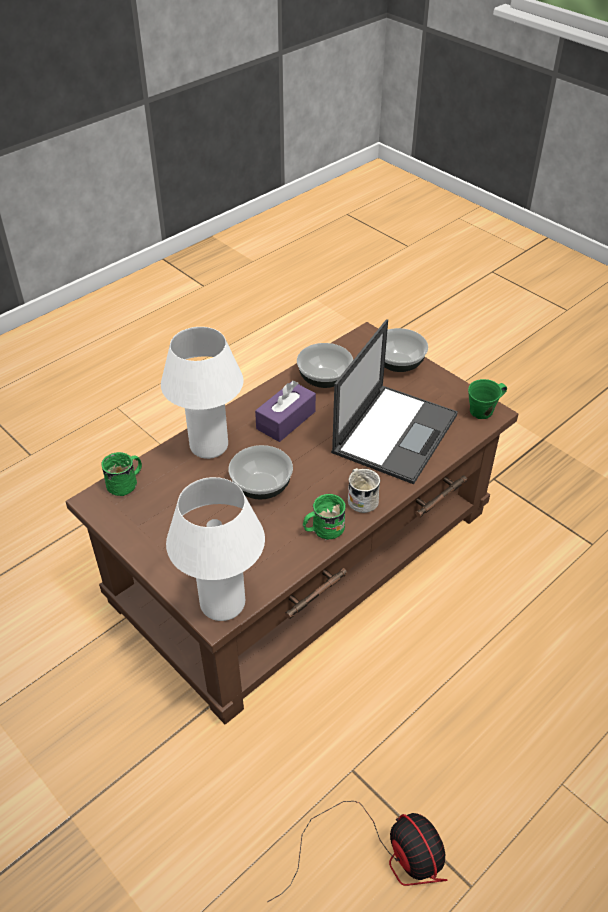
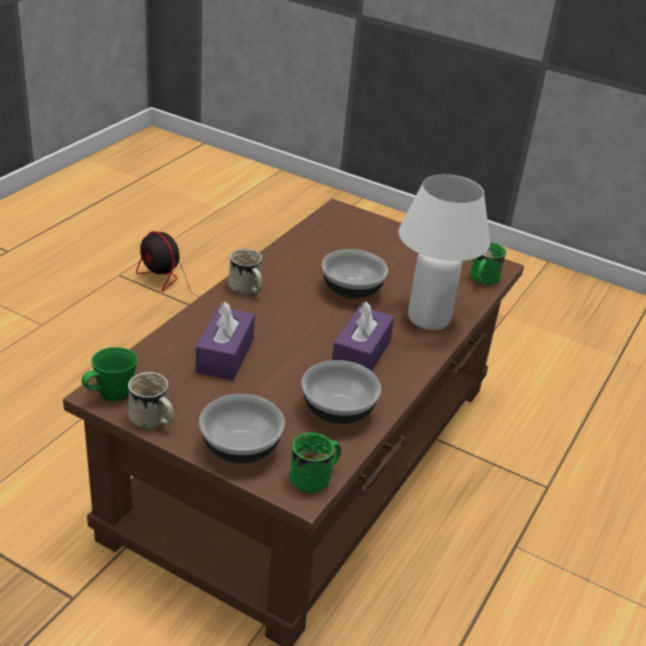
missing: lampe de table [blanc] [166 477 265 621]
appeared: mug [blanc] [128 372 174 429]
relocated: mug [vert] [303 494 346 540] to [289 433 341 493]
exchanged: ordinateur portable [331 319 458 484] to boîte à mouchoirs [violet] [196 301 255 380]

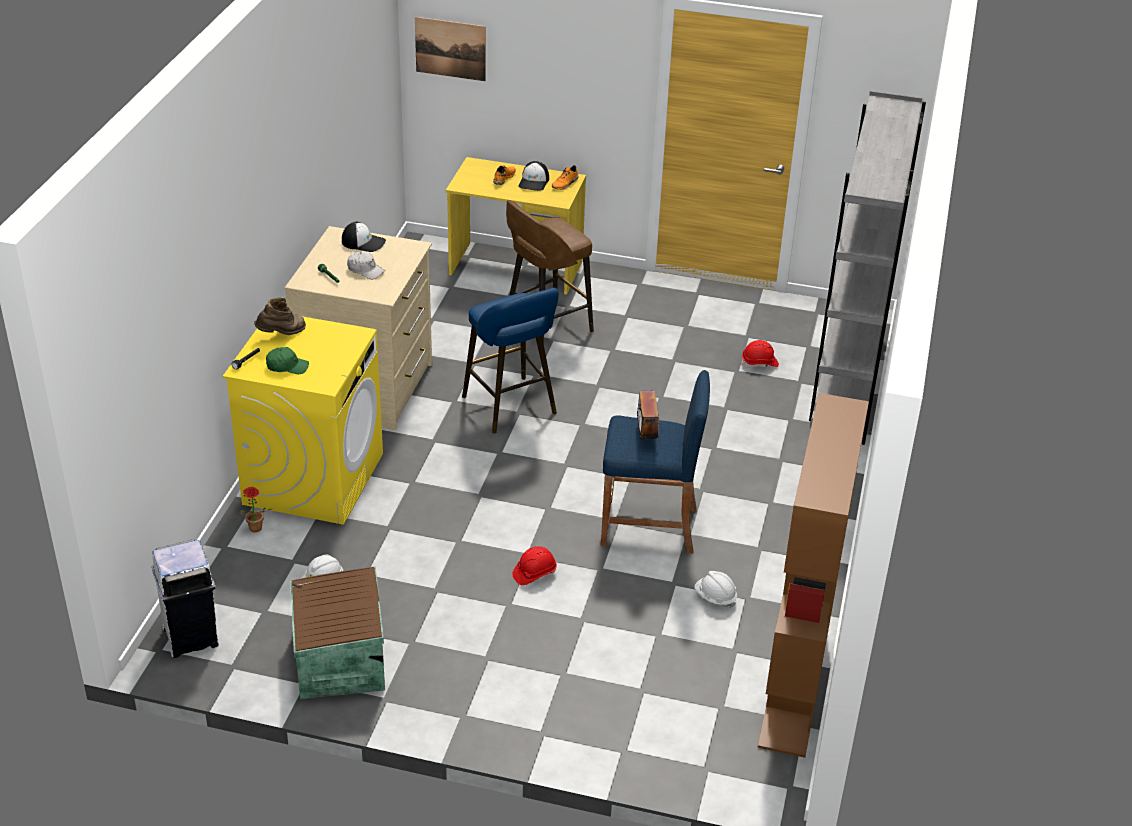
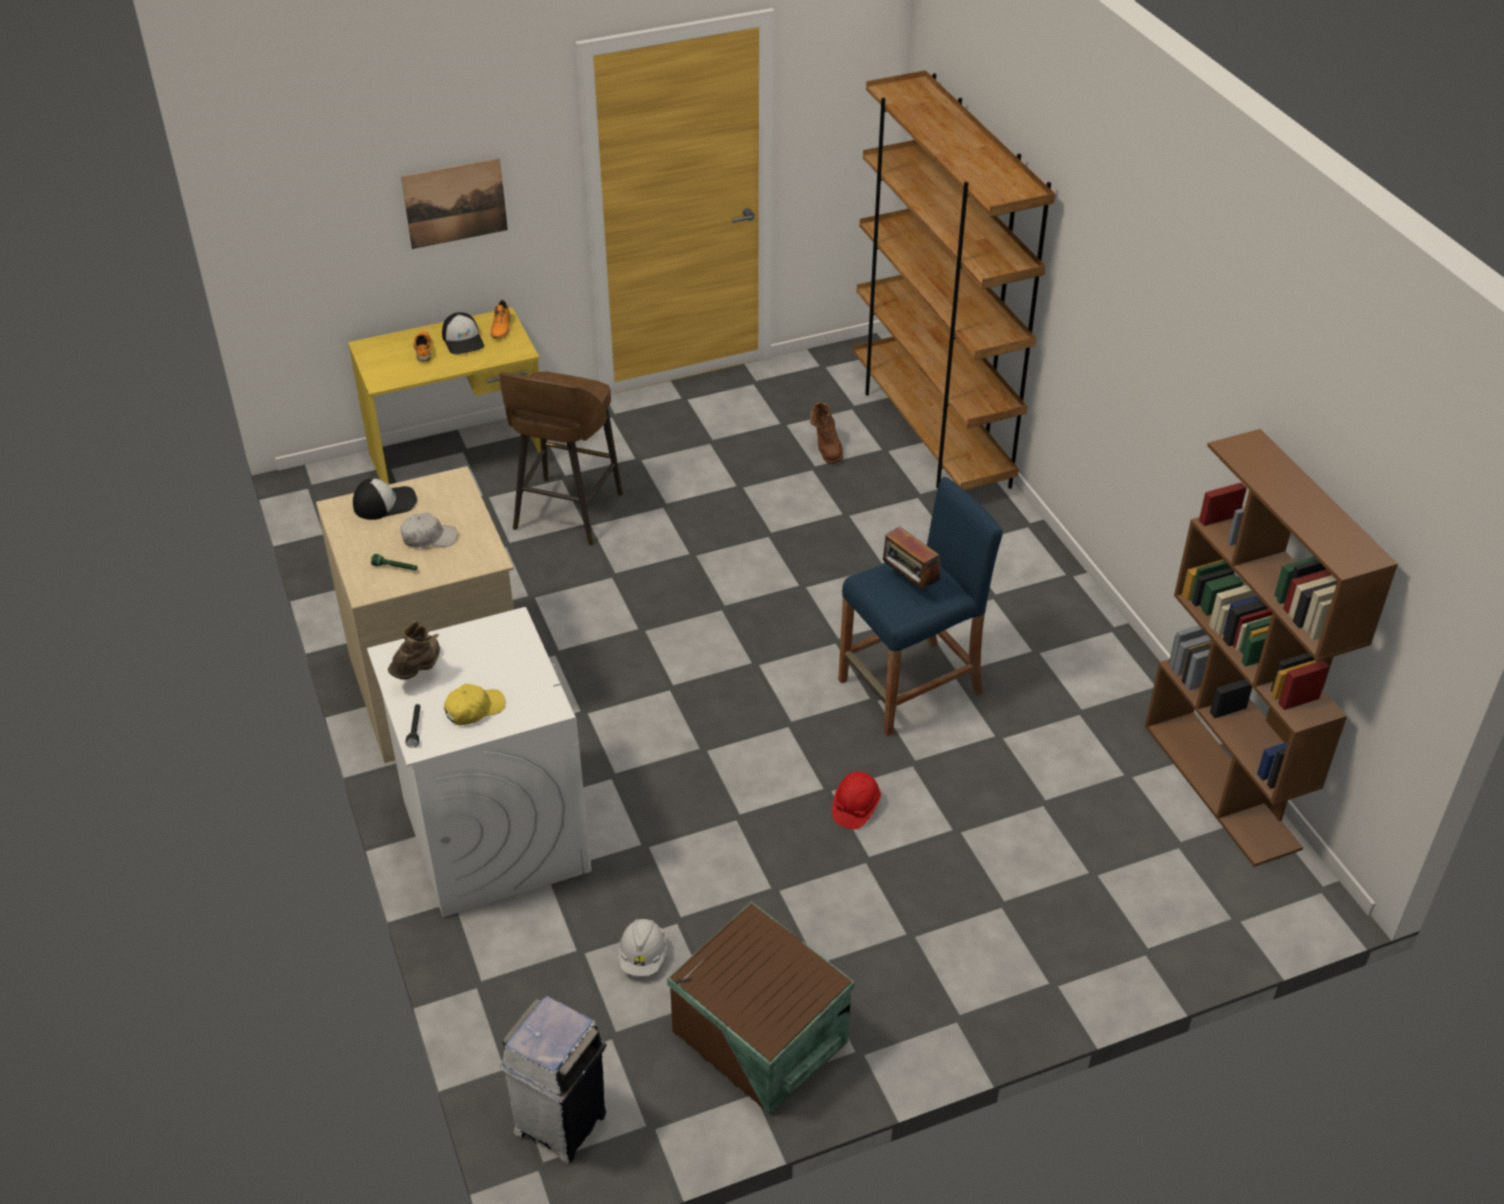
missing: plante en pot [238 487 271 532]; tabouret [bleu] [462 288 559 434]; casque de chantier [blanc] [694 571 737 608]
relocated: tableau [415 17 486 81] to [401 158 508 249]
exchanged: casque de chantier [rouge] [741 340 779 368] to botte [marron] [810 401 843 464]
colour: lave-linge [jaune] [223 316 383 525] to lave-linge [blanc] [367 607 591 917]; casquette [vert] [266 347 309 374] to casquette [jaune] [444 684 506 725]; bibliothèque [gris] [809 91 926 445] to bibliothèque [marron] [854 70 1055 490]

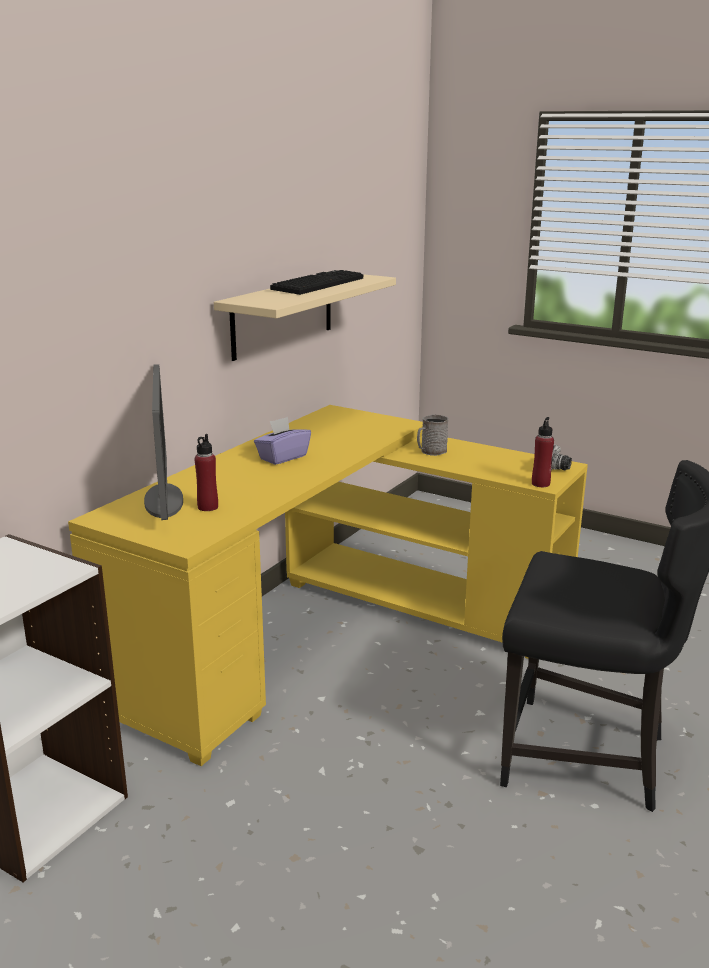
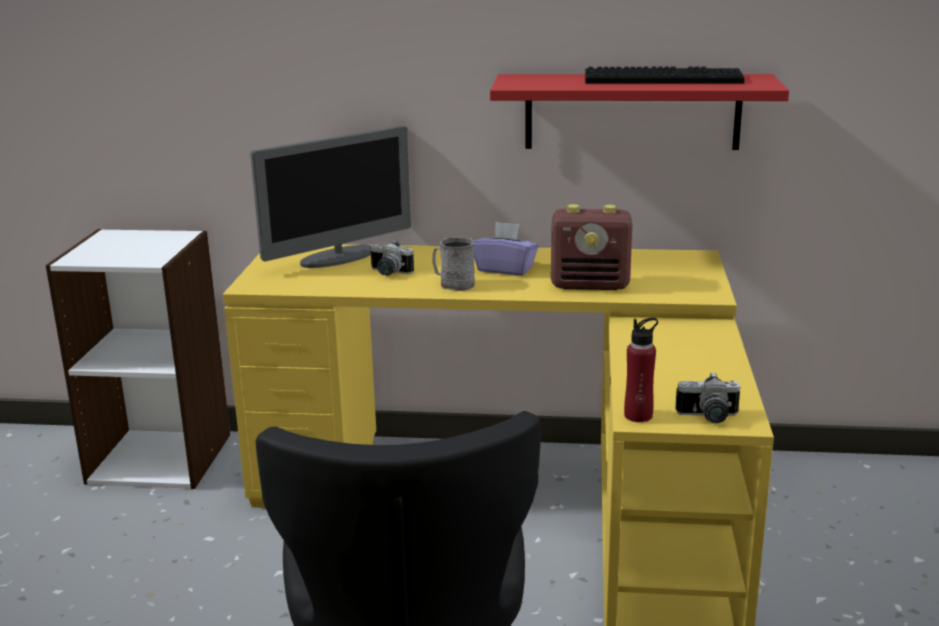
missing: bouteille [rouge] [194 434 218 511]
appeared: appareil photo [370 240 414 276]; radio [551 204 632 290]
relocated: mug [gris] [417 414 449 456] to [432 237 475 291]
colour: étagère [beige] [214 274 396 361] to étagère [rouge] [490 74 789 150]

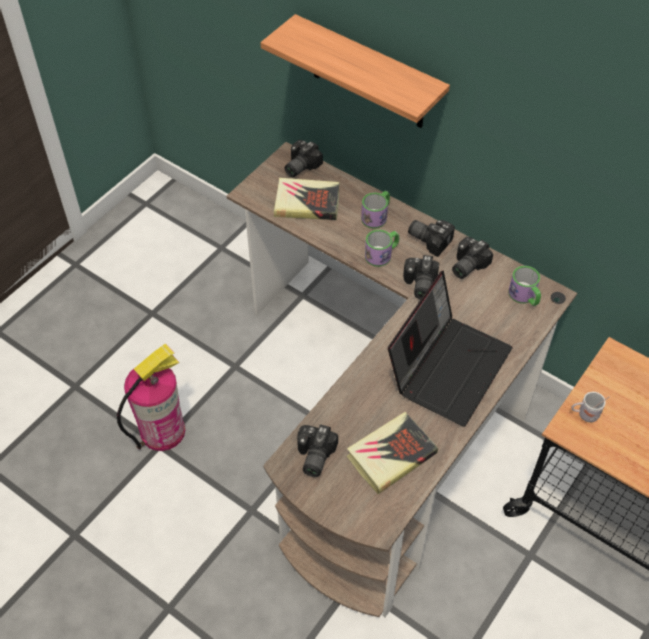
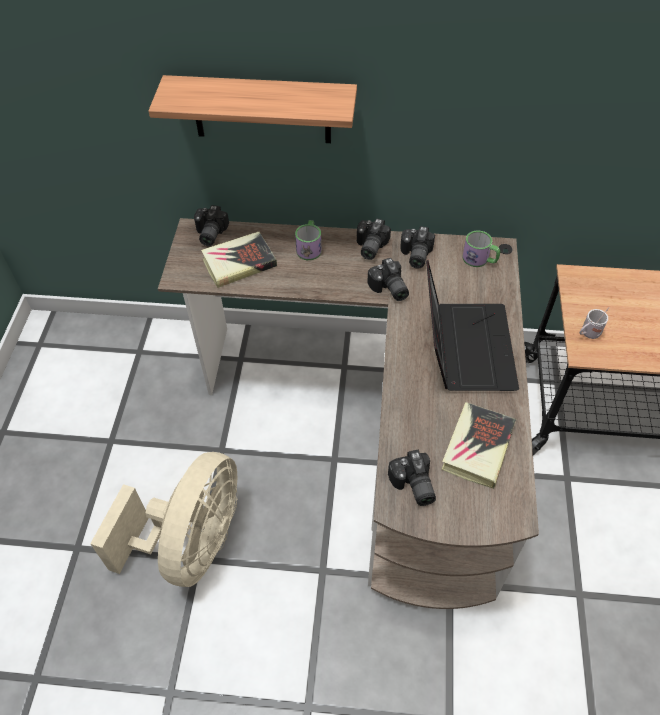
missing: mug [365 230 399 267]
exchanged: extincteur [117 344 185 451] to ventilateur [beige] [90 452 237 587]
spun: appareil photo [408 220 455 257] = [357 219 391 260] 75 degrees counterclockwise

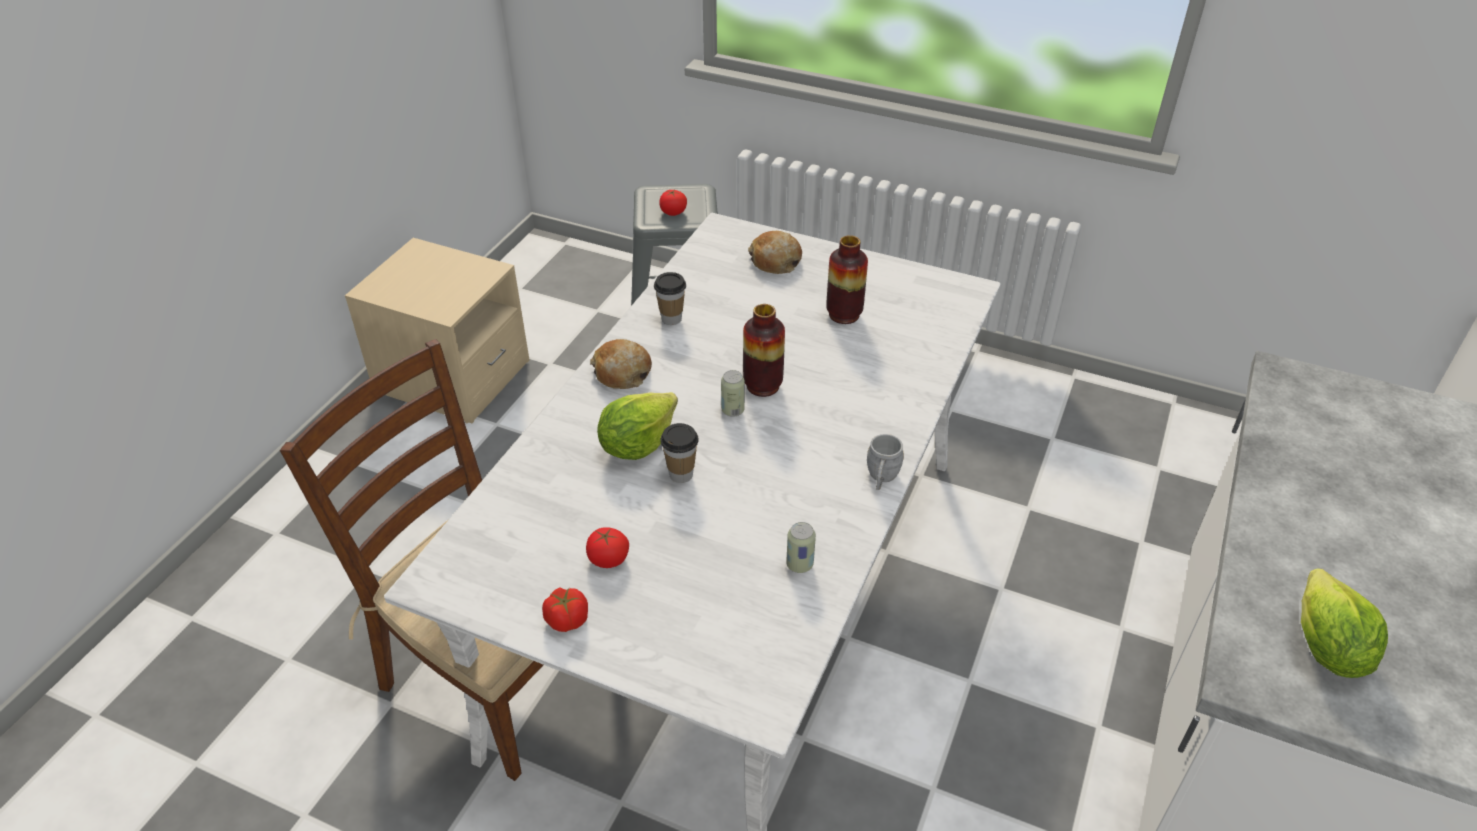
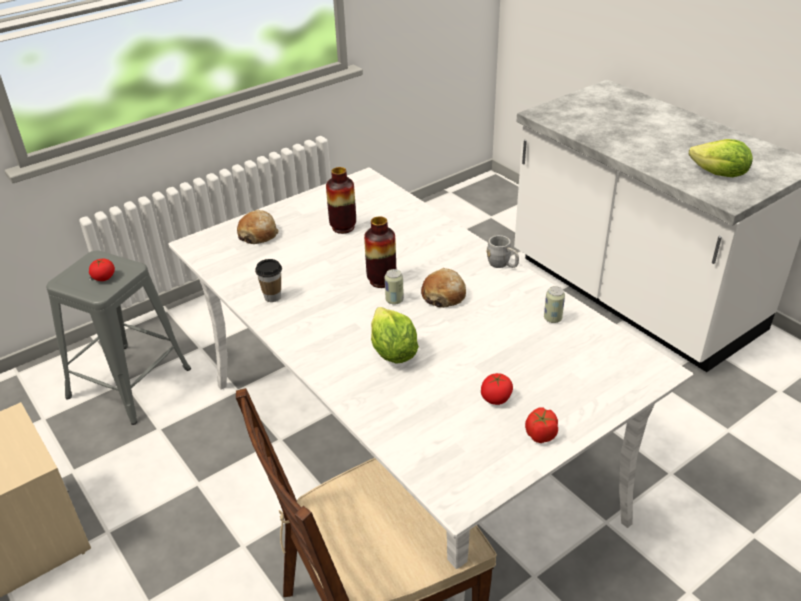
missing: tasse [660 423 699 483]
relocated: pain [590 339 652 389] to [421 268 466 308]

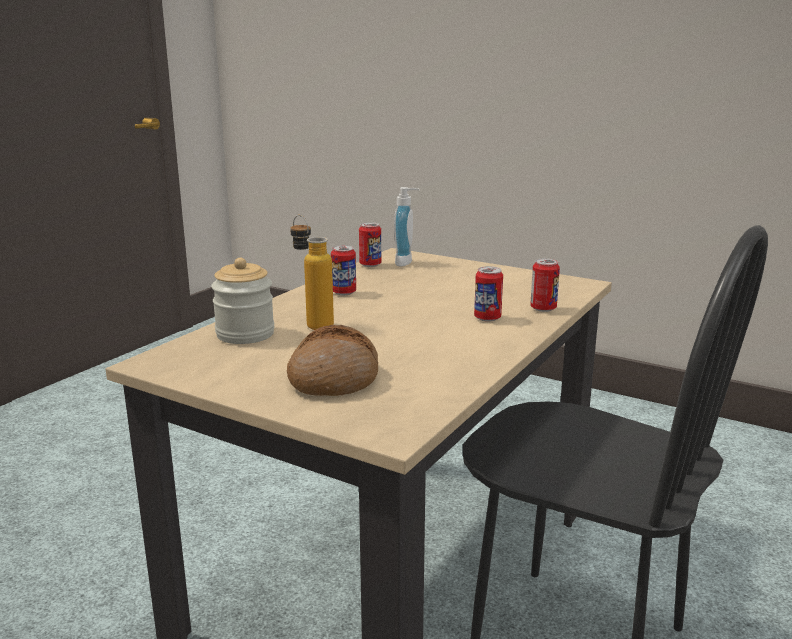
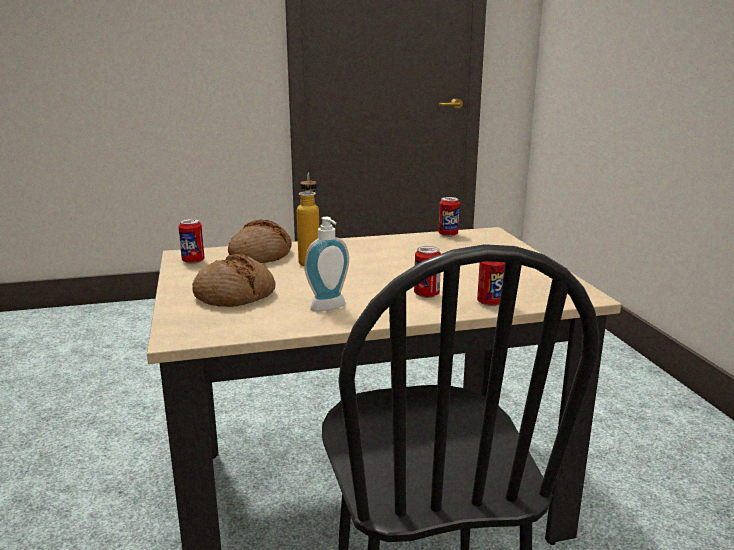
relocated: boîte métallique [331 245 356 295] to [178 219 205 264]; distributeur de savon [394 187 420 266] to [304 217 349 311]
exchanged: bocal [211 258 275 344] to pain [228 220 292 263]

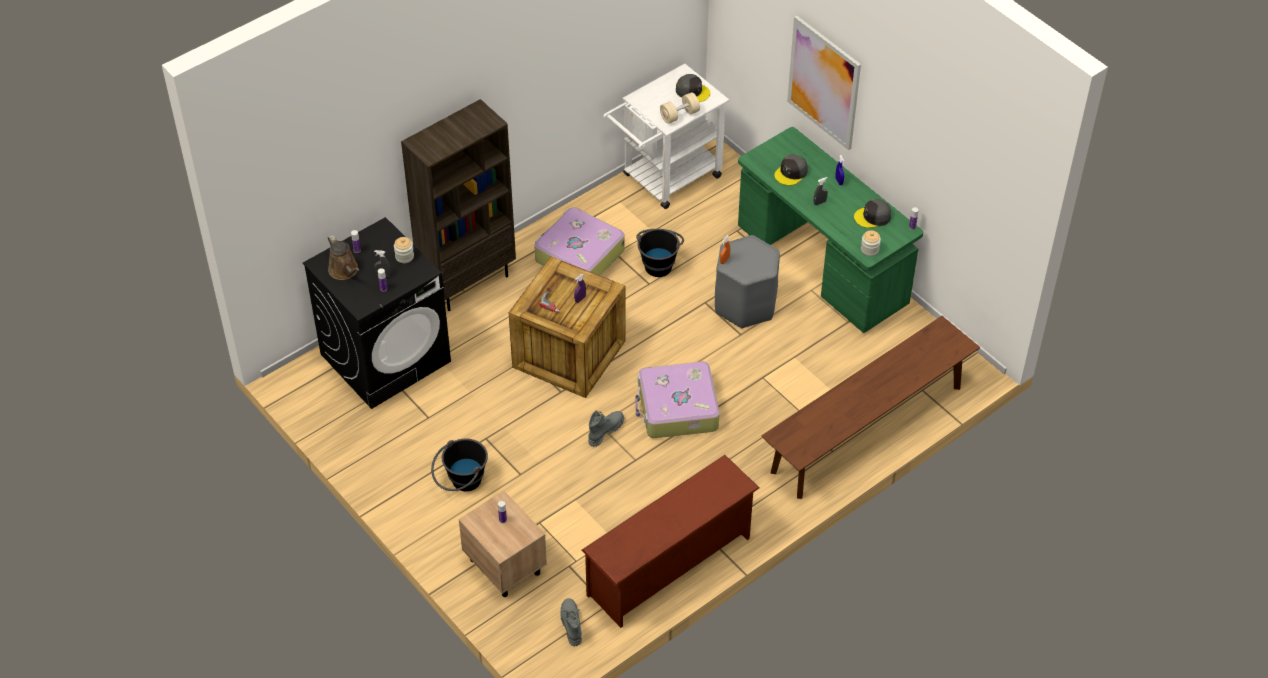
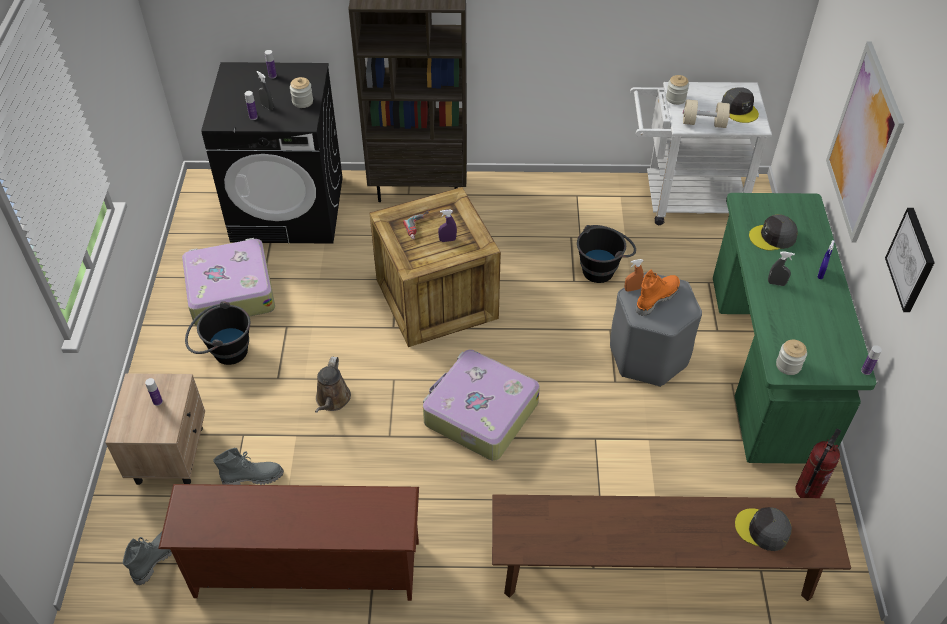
appeared: botte [orange] [636 269 680 316]; bocal [666 75 689 105]; extincteur [795 428 841 498]; tableau [885 208 935 312]
relocated: arrosoir [marron] [328 235 359 280] to [315 357 351 413]; valise [535 207 625 276] to [182 238 275 326]; botte [gris] [588 410 624 447] to [214 448 284 485]; casquette [gris] [854 199 891 228] to [735 507 792 551]

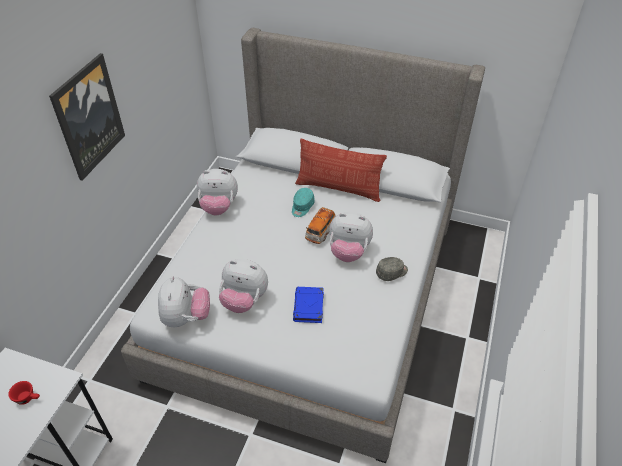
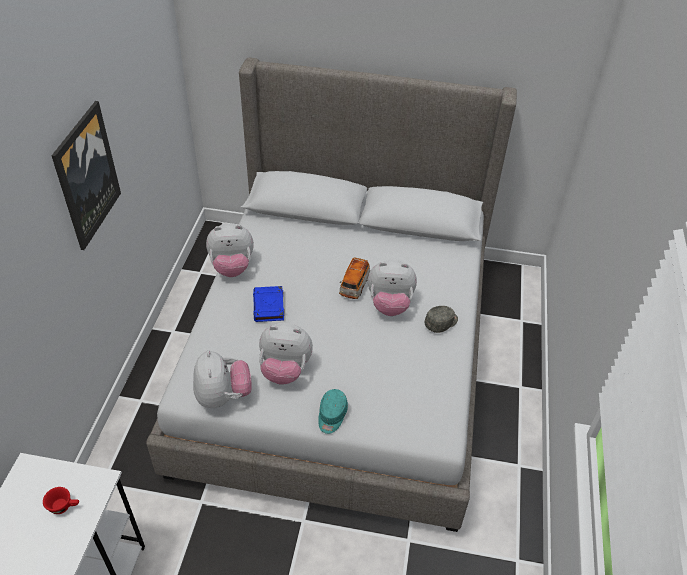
missing: coussin [295 139 387 202]
relocated: casquette [turquoise] [292 188 315 217] to [318 389 348 434]; livre [bleu] [293 287 324 323] to [253 286 284 322]

